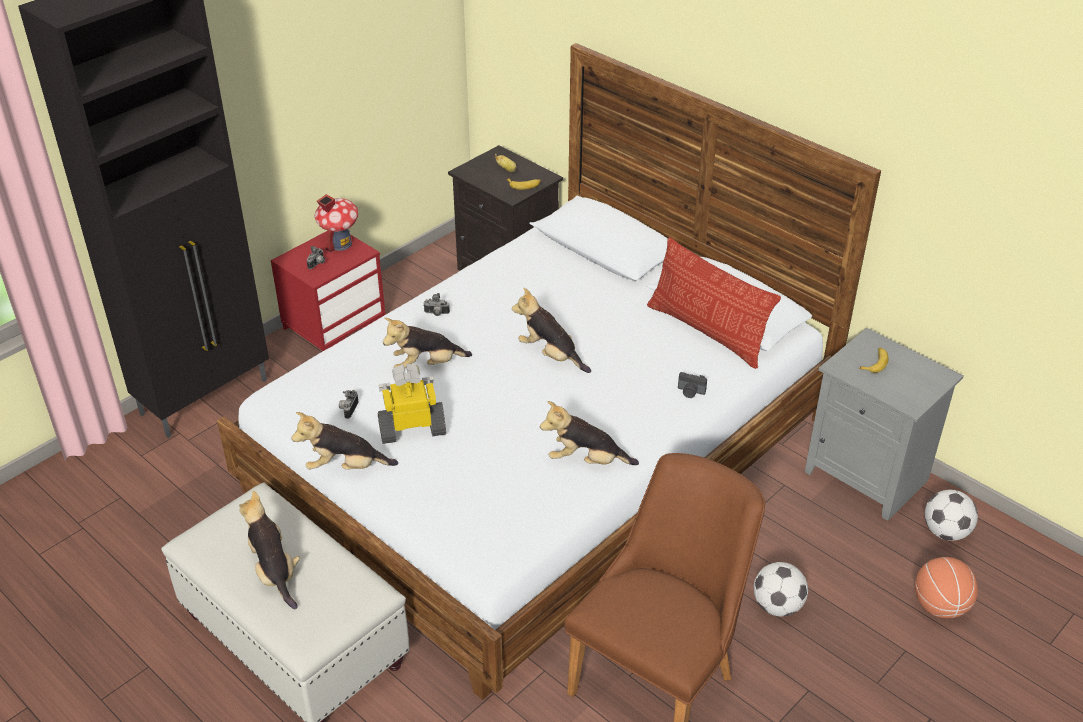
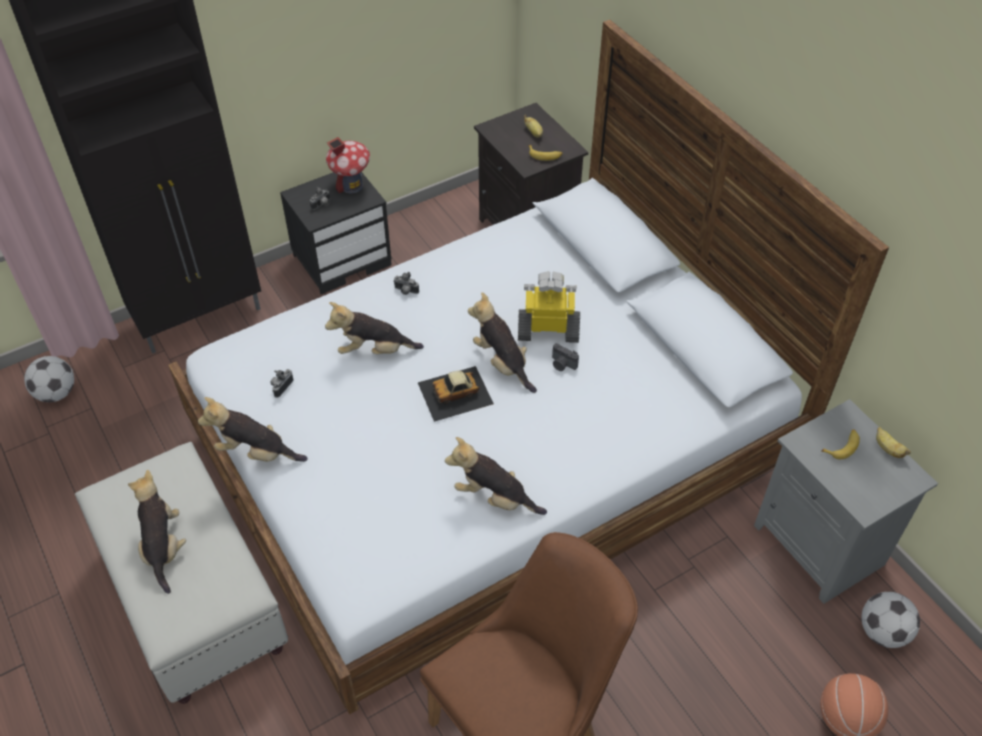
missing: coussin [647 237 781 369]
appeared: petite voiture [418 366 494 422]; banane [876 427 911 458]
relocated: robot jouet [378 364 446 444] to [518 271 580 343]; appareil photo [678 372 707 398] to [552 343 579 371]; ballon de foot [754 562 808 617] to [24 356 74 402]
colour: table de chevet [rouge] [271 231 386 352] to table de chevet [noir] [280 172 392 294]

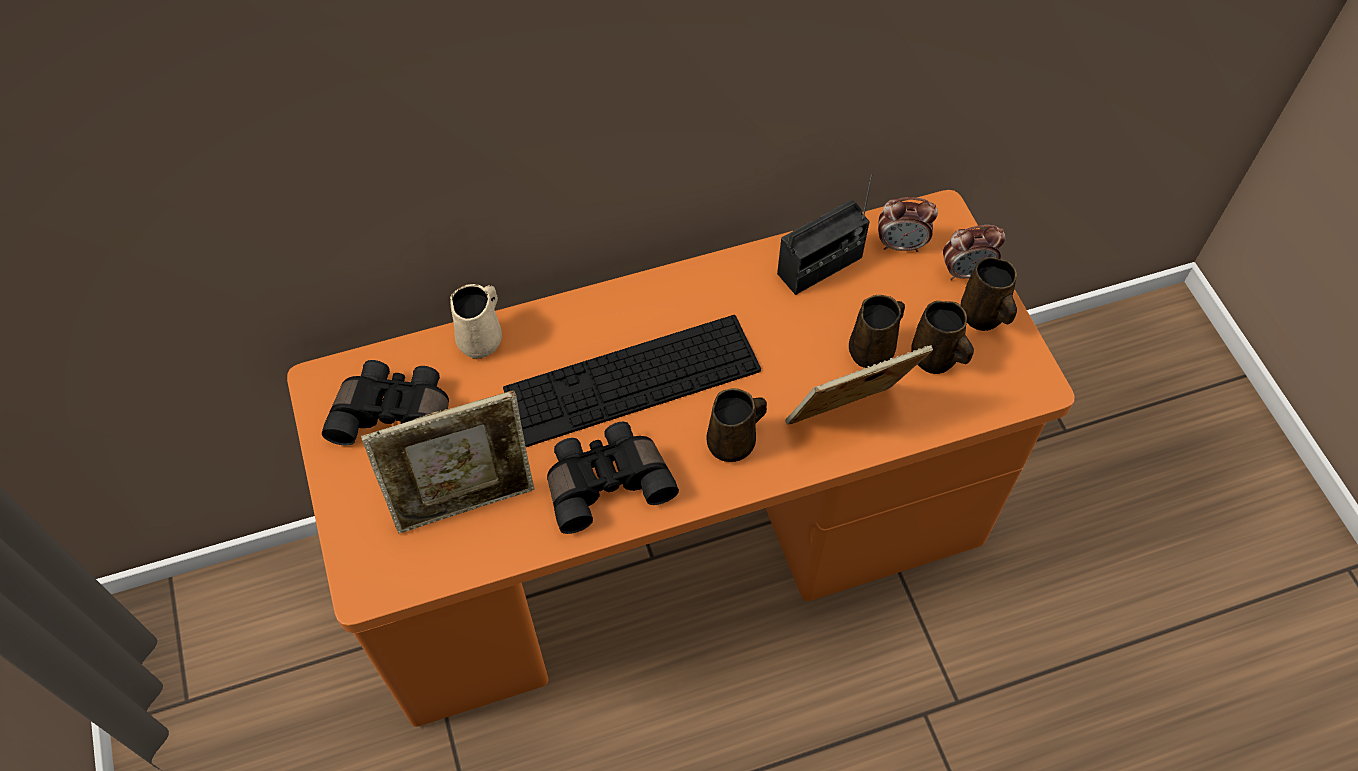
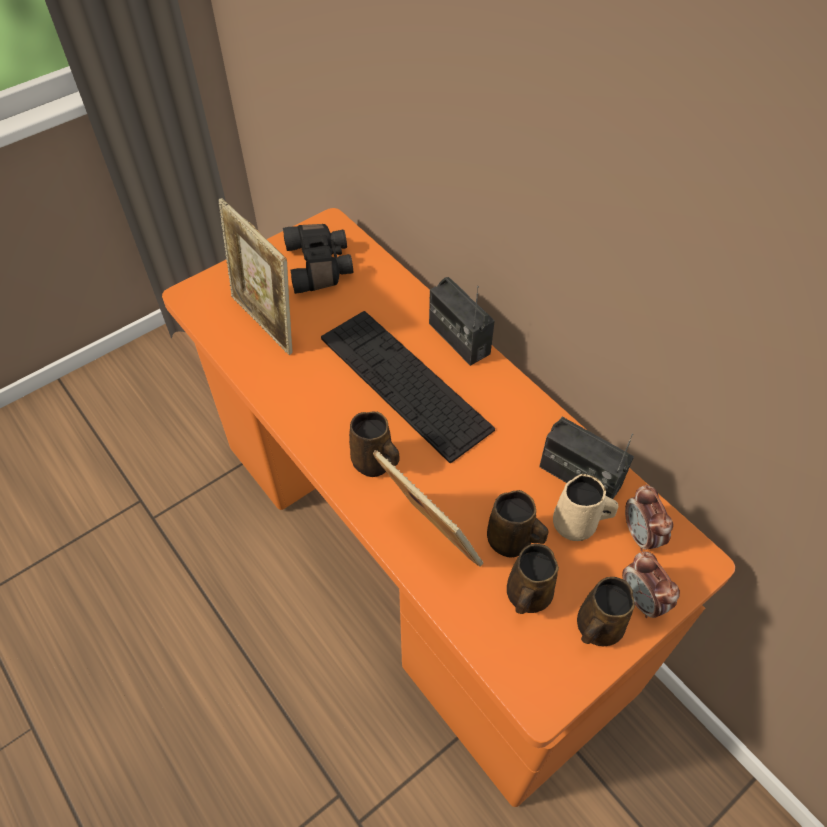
missing: jumelles [noir] [547 422 679 534]
appeared: radio [429 277 495 366]
relocated: mug [beige] [450 284 502 359] to [553 474 618 541]

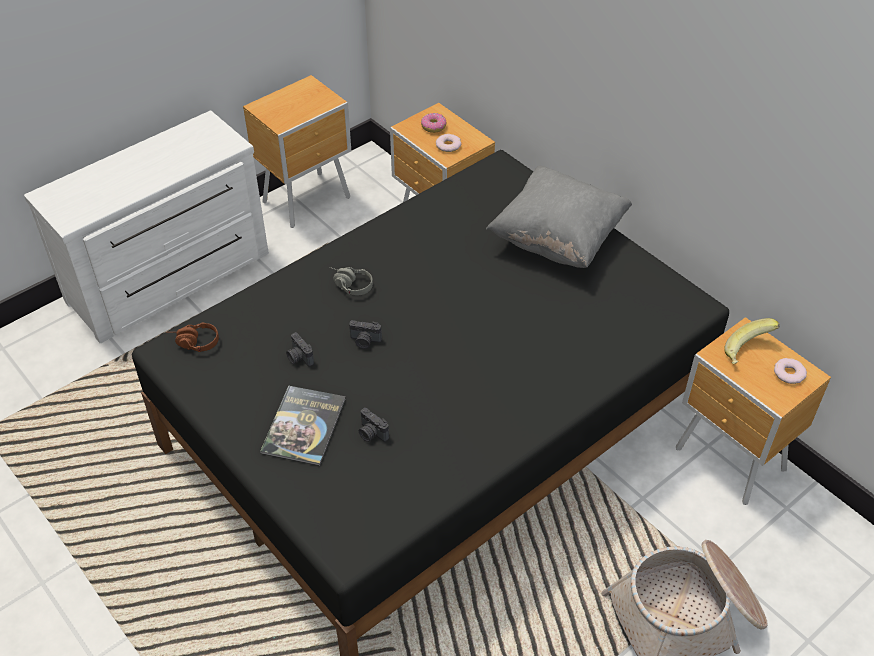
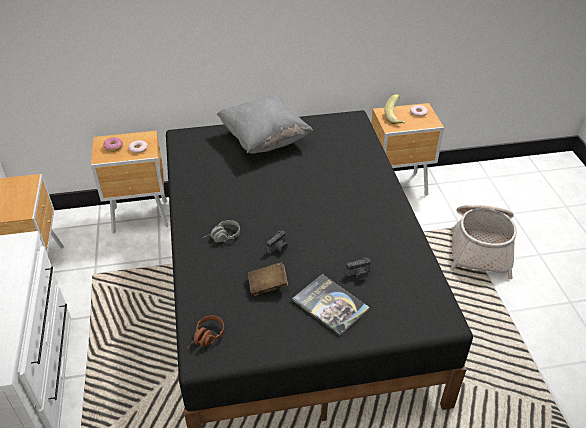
exchanged: appareil photo [286 332 314 367] to livre [marron] [248 262 288 296]

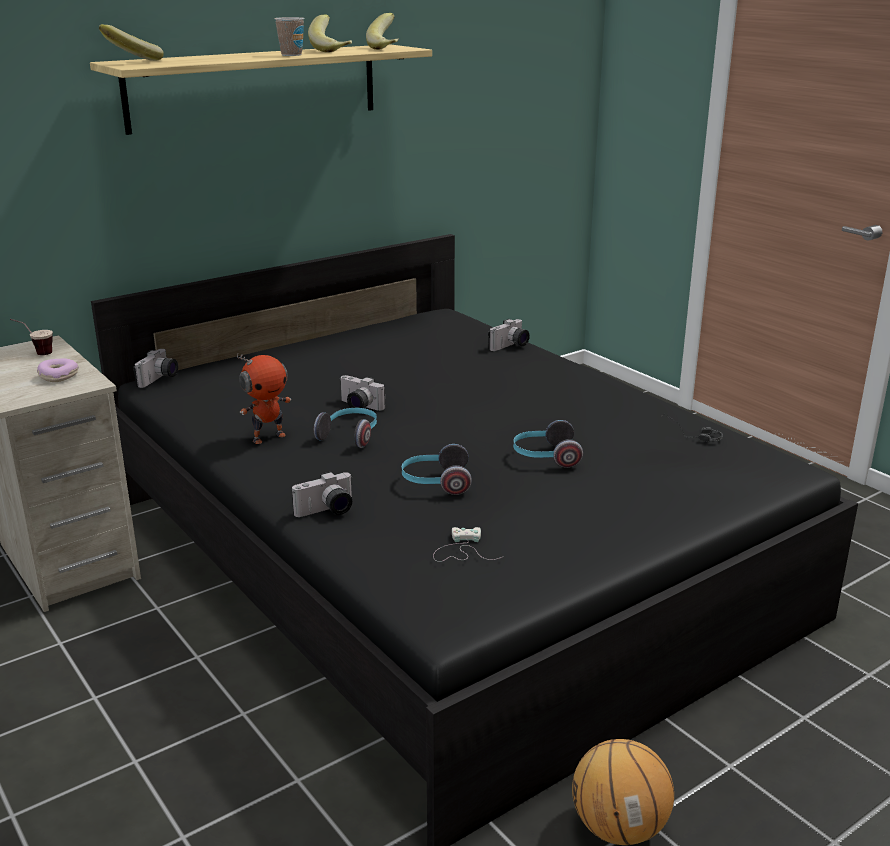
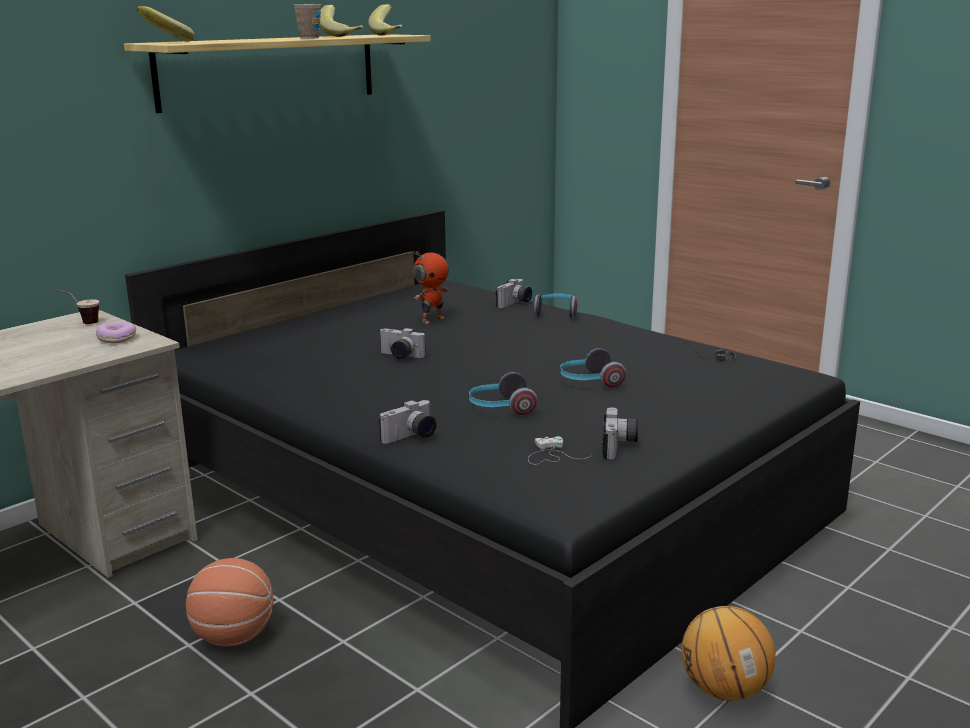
appeared: ballon de basket [186 558 273 646]
relocated: appareil photo [133 349 178 388] to [602 407 638 459]; robot jouet [237 353 291 444] to [413 250 449 324]; casque audio [314 408 377 448] to [533 293 578 318]

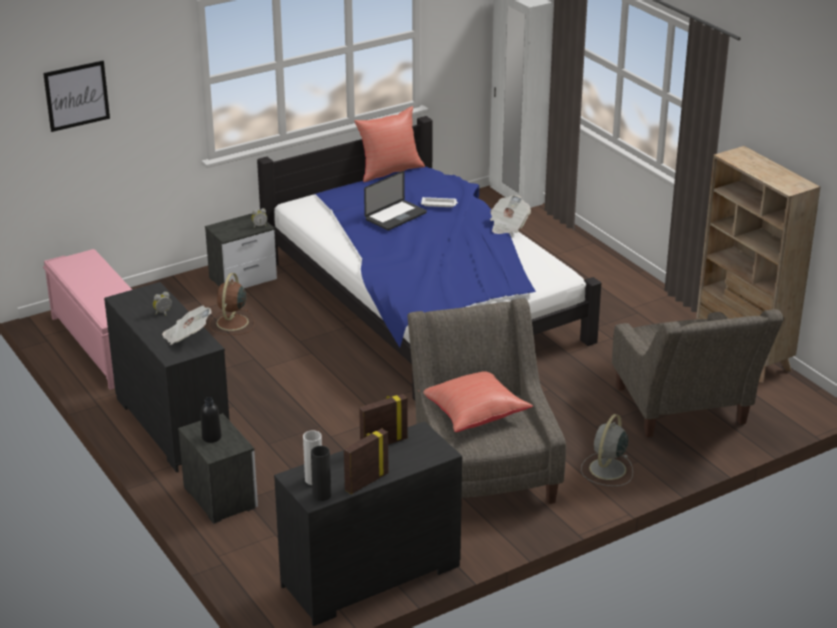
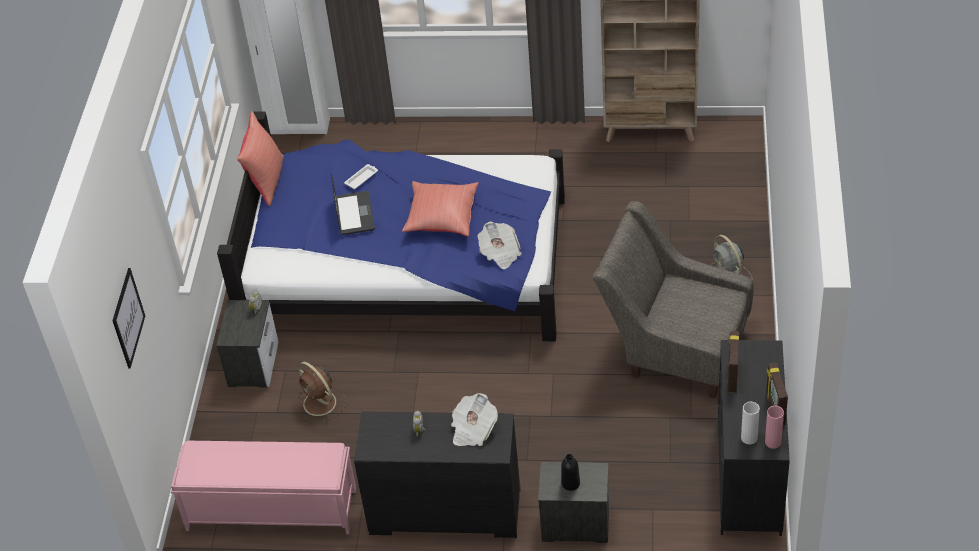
missing: fauteuil [gris] [612 309 784 437]
relocated: coussin [rouge] [418 371 533 432] to [402 181 479 236]; journal [490 195 531 234] to [477 221 522 269]
colour: vase [noir] [311 446 331 501] to vase [rose] [765 406 784 449]

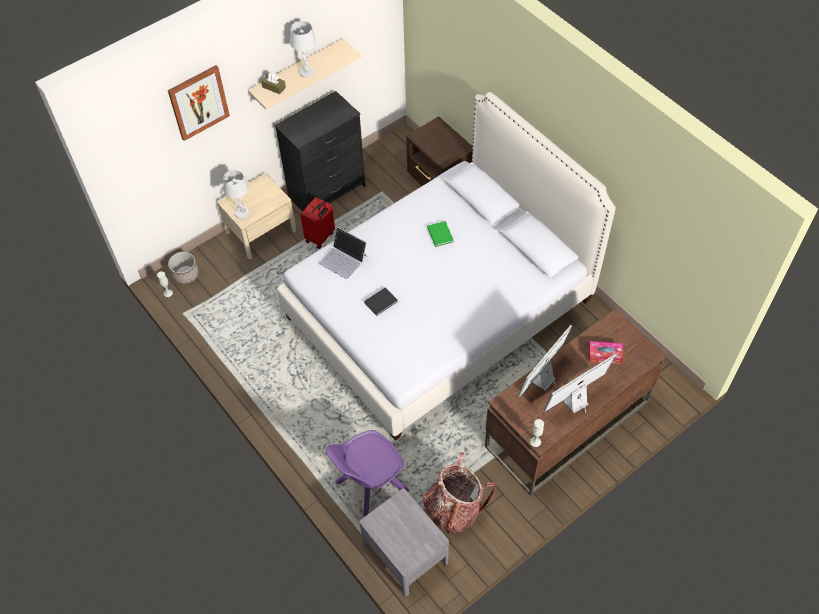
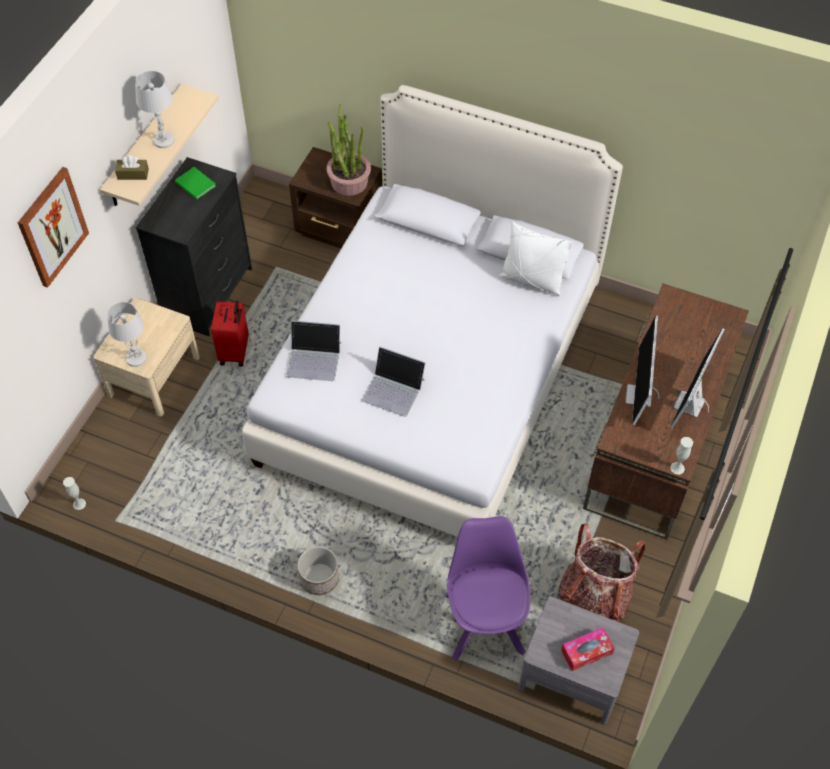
appeared: plante en pot [327 105 371 196]; coussin [blanc] [499 221 573 296]
relocated: cache-pot [168 252 199 285] to [297 546 339 595]; livre [vert] [427 221 453 247] to [175 167 216 200]; boîte à mouchoirs [589 341 623 364] to [561 628 615 671]
exchanged: livre [noir] [364 287 397 316] to ordinateur portable [362 347 426 417]
spun: chaise [violet] [326 430 409 517] = [446 516 530 661] 150 degrees clockwise

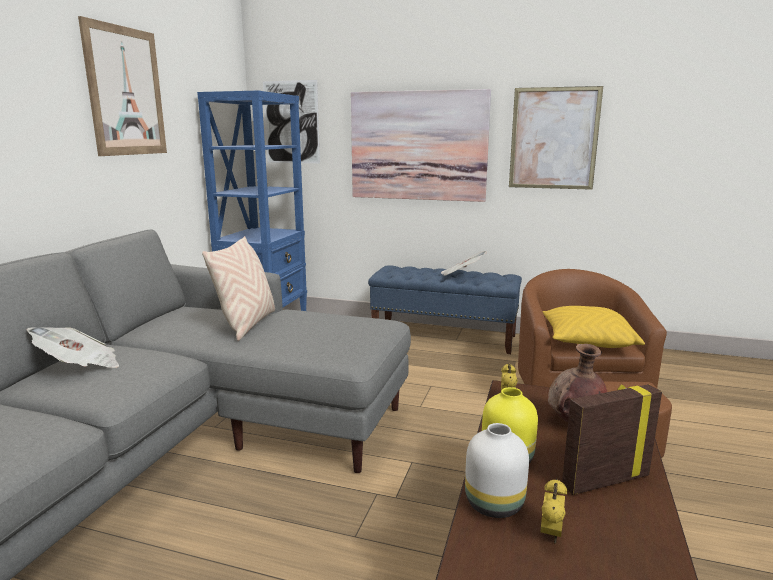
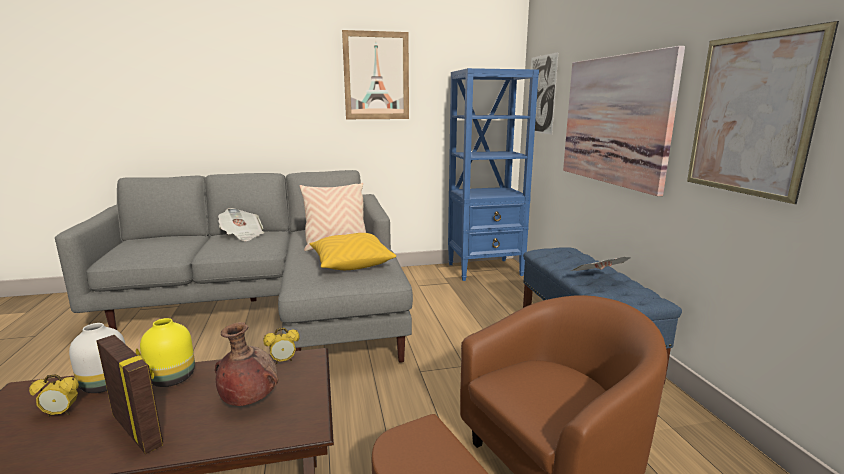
relocated: coussin [jaune] [542 306 645 348] to [309 233 396 270]

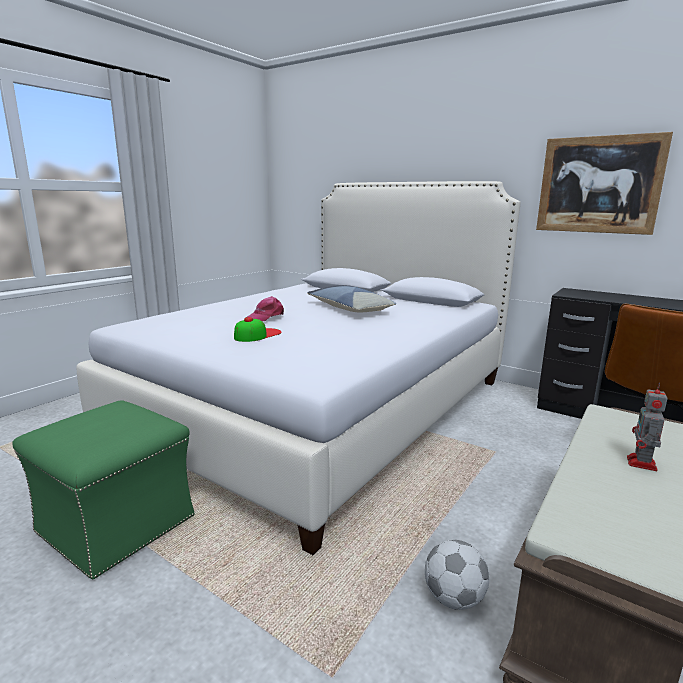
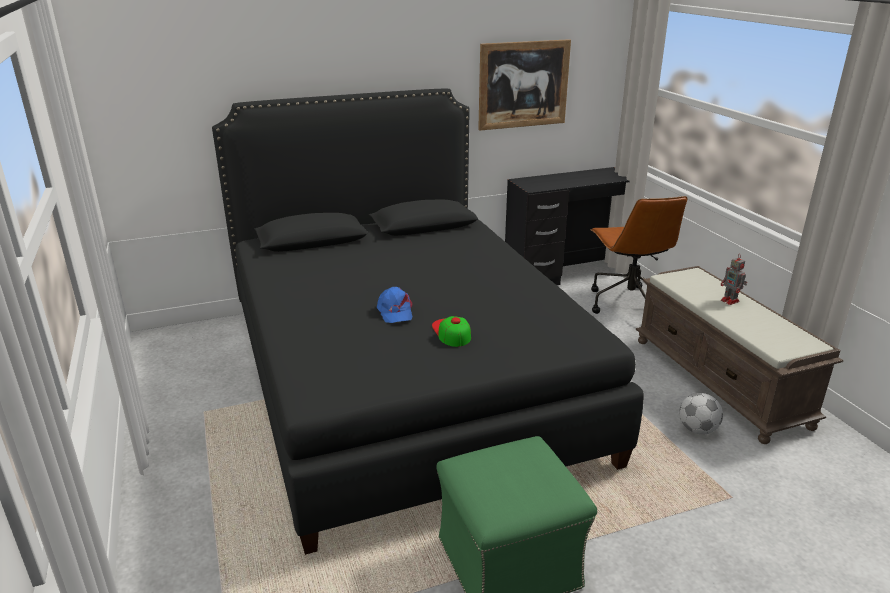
missing: coussin [307 285 396 312]
colour: lit [blanc] [77 181 520 555] to lit [noir] [212 88 644 555]; casquette [rose] [247 296 284 322] to casquette [bleu] [377 287 412 323]

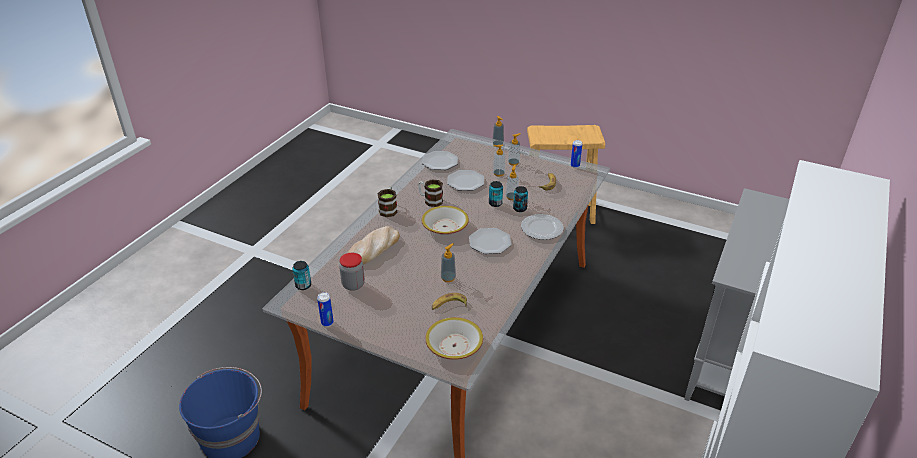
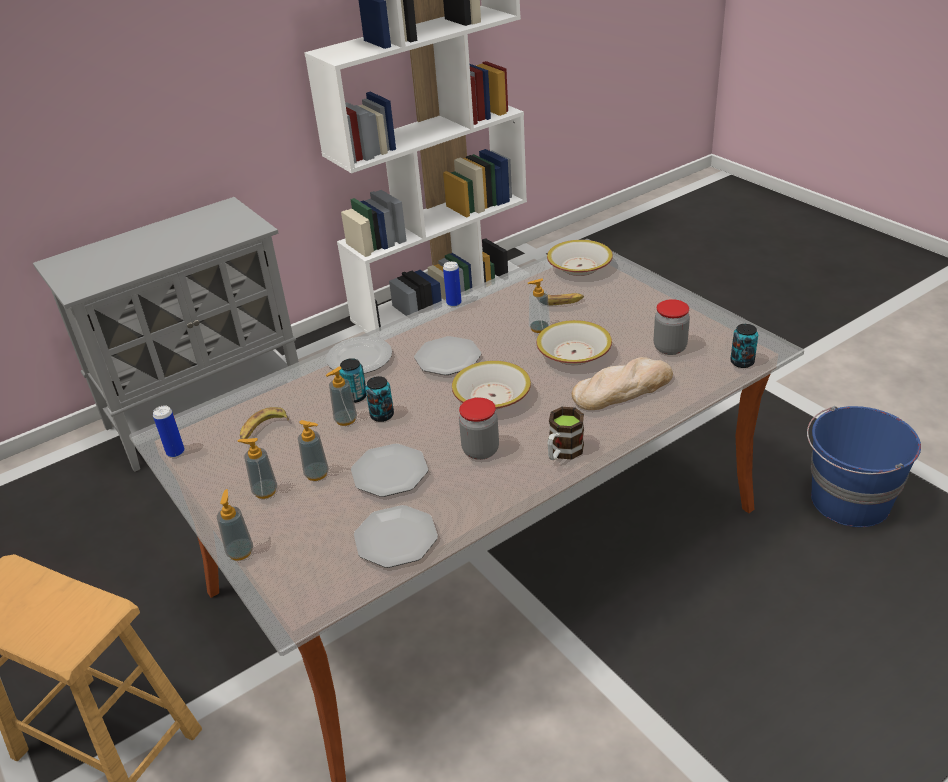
appeared: bol [536 320 612 365]
relocated: boîte métallique [317 292 334 327] to [443 261 462 307]
exchanged: mug [418 179 443 207] to bocal [459 398 499 460]

